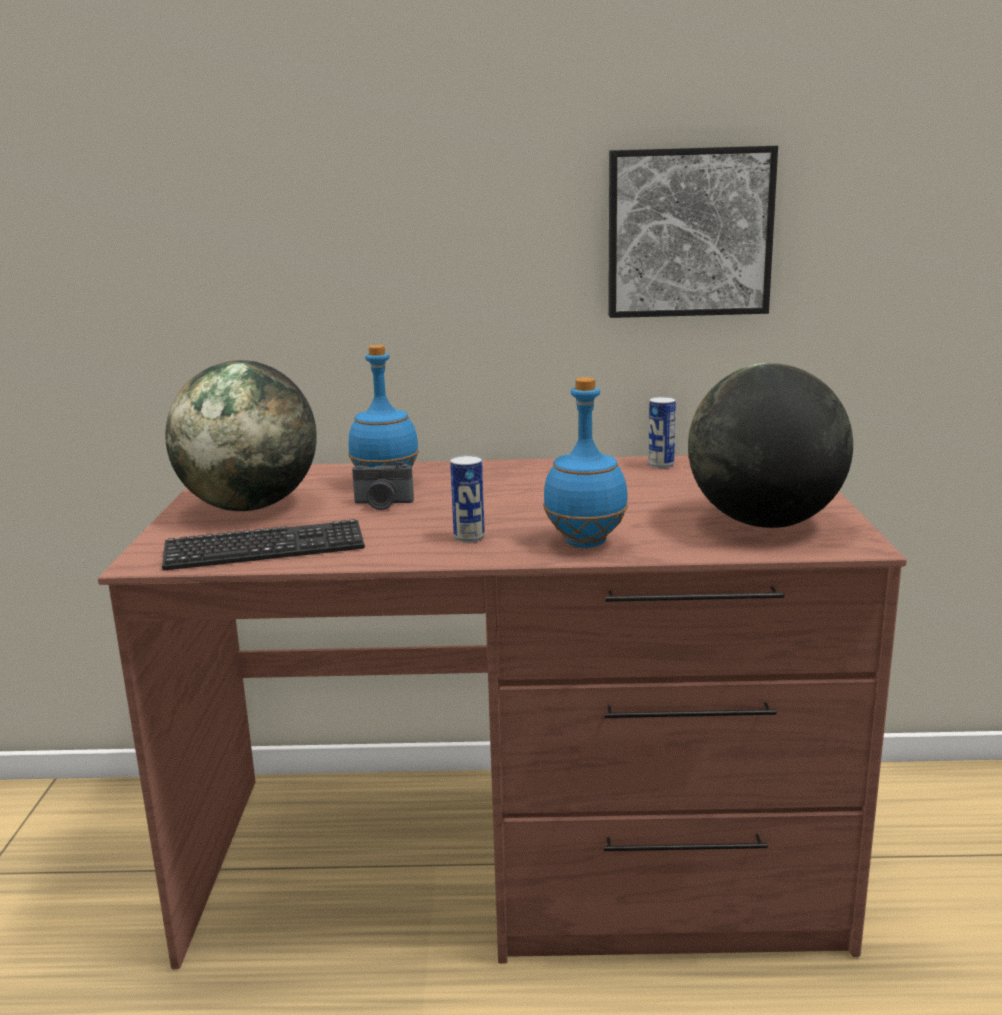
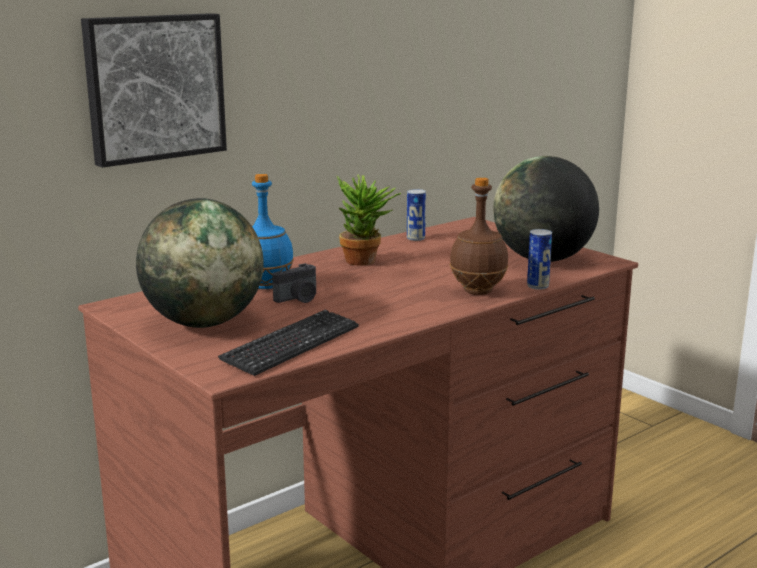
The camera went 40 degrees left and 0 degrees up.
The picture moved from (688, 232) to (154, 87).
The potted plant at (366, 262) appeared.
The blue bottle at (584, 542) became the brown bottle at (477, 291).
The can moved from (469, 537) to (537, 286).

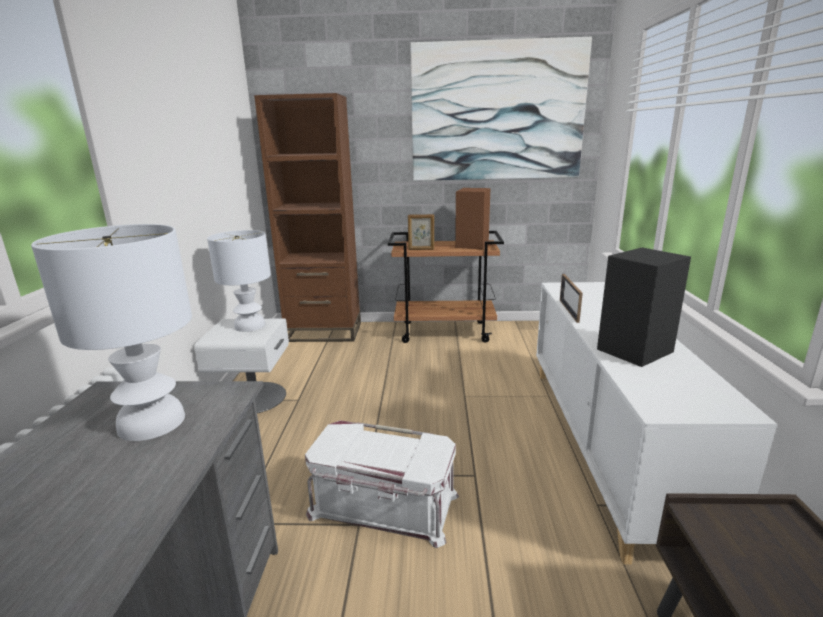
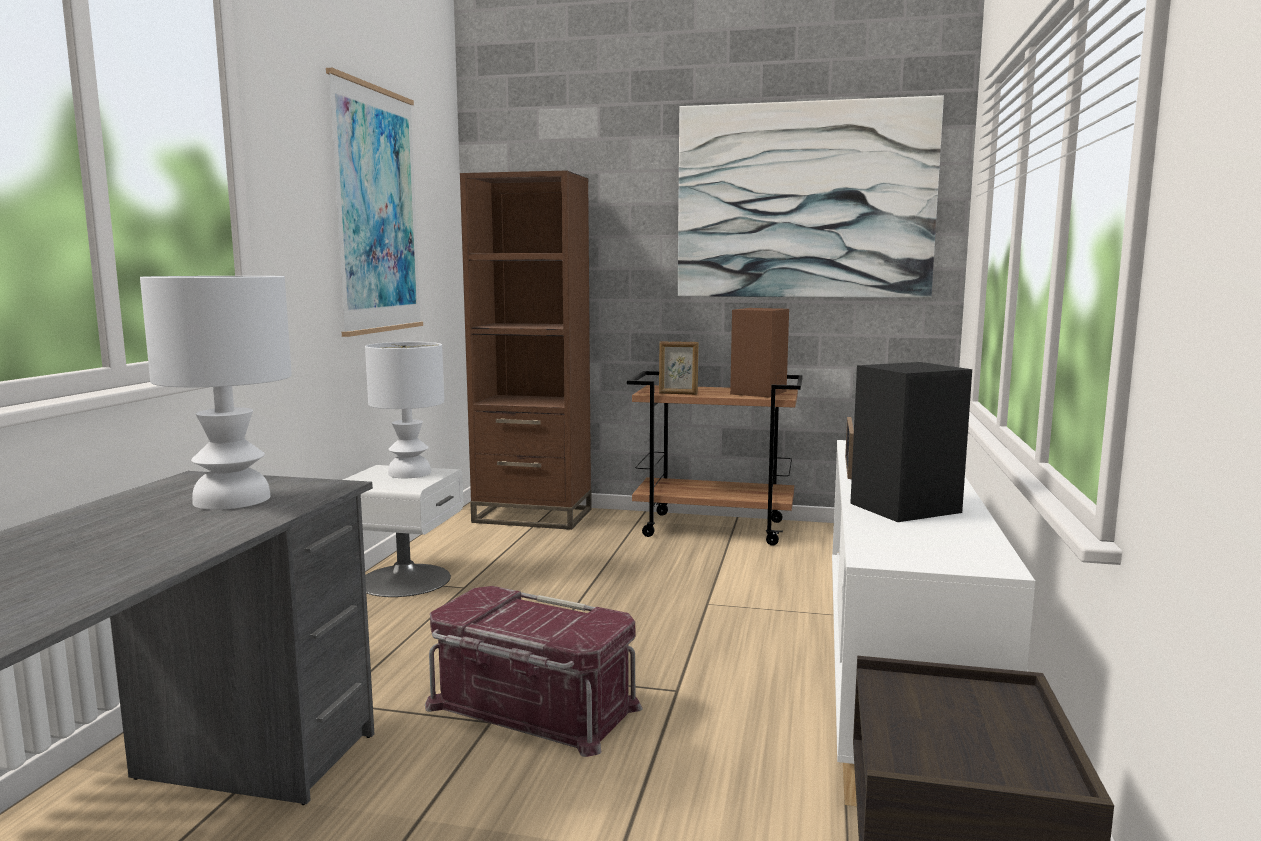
The camera went 10 degrees right and 10 degrees down.
The picture at (377, 211) appeared.
The white storage box at (383, 506) became the red storage box at (531, 707).

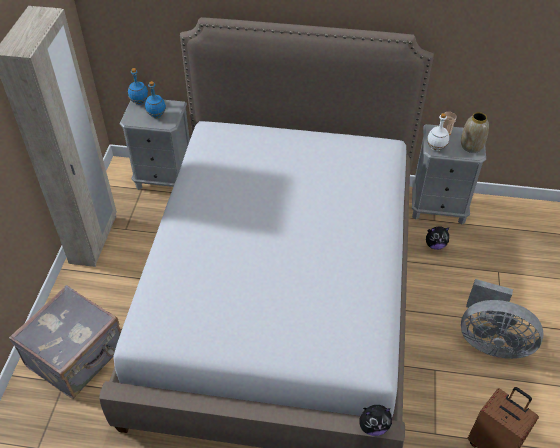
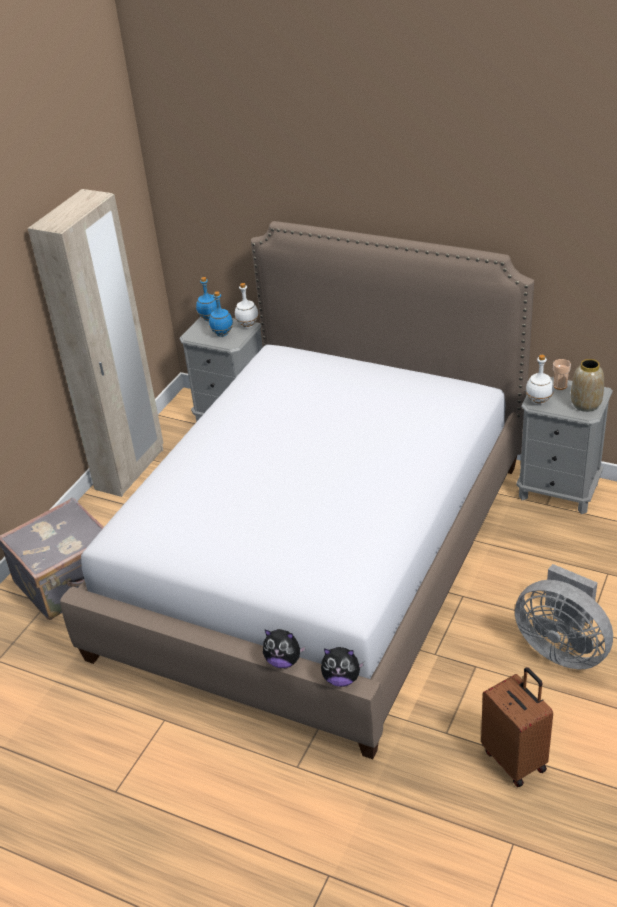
The camera went 20 degrees right and 10 degrees down.
The white bottle at (247, 325) appeared.
The plush toy moved from (435, 245) to (283, 661).

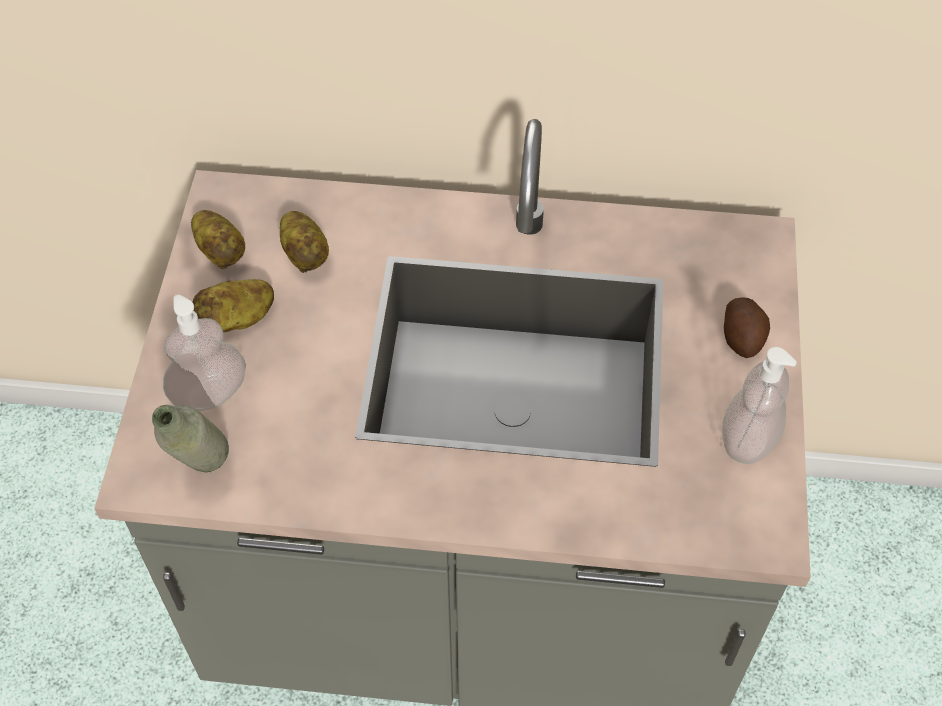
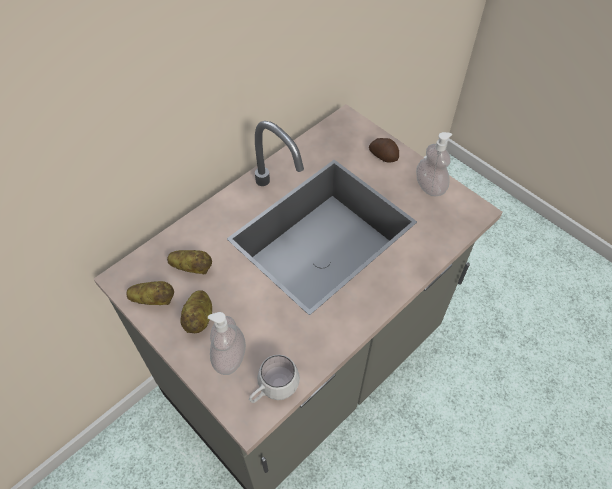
The camera went 50 degrees left and 0 degrees up.
The grey bottle at (204, 475) was replaced by the white mug at (273, 389).

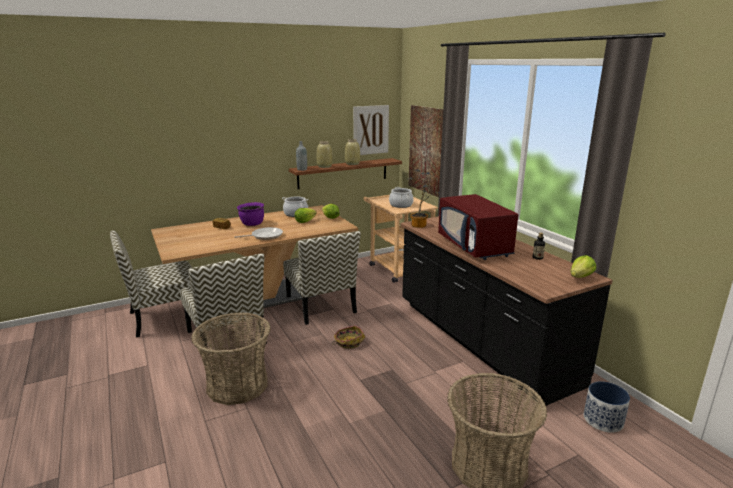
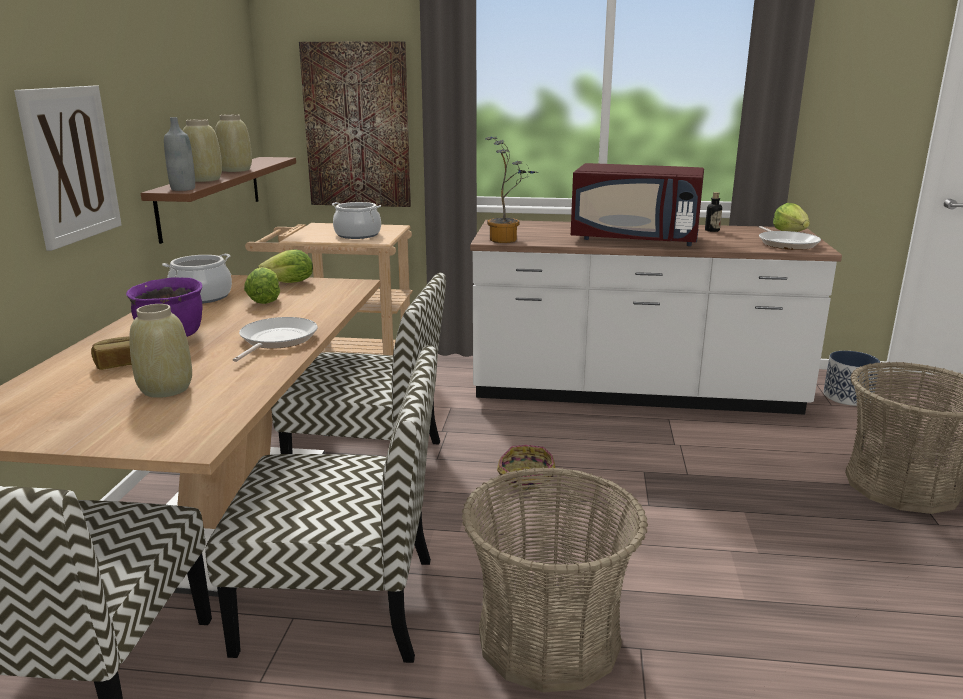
The camera went 55 degrees left and 0 degrees up.
The picture moved from (370, 130) to (71, 164).
The beige vase at (165, 389) appeared.
The black counter at (481, 341) became the white counter at (634, 392).
The frying pan at (786, 243) appeared.

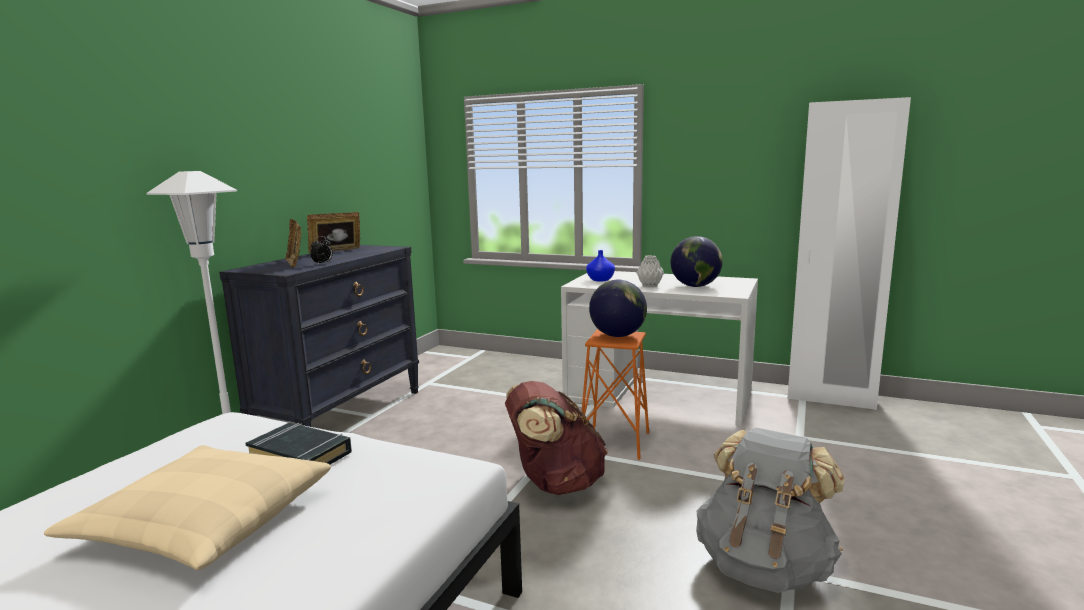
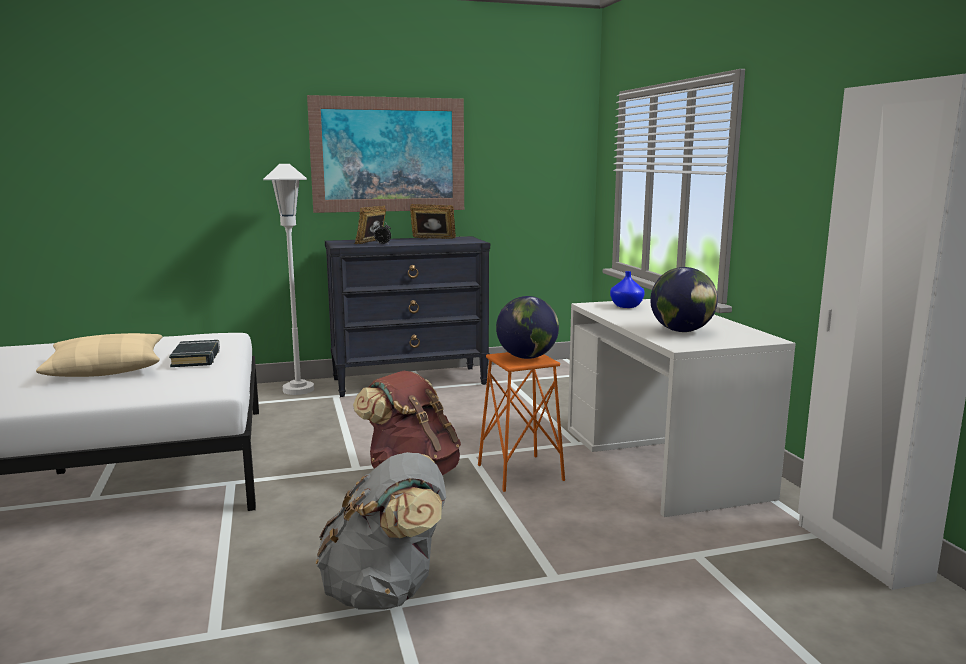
The camera went 50 degrees right and 0 degrees up.
The picture at (389, 155) appeared.
The grey vase at (649, 286) disappeared.

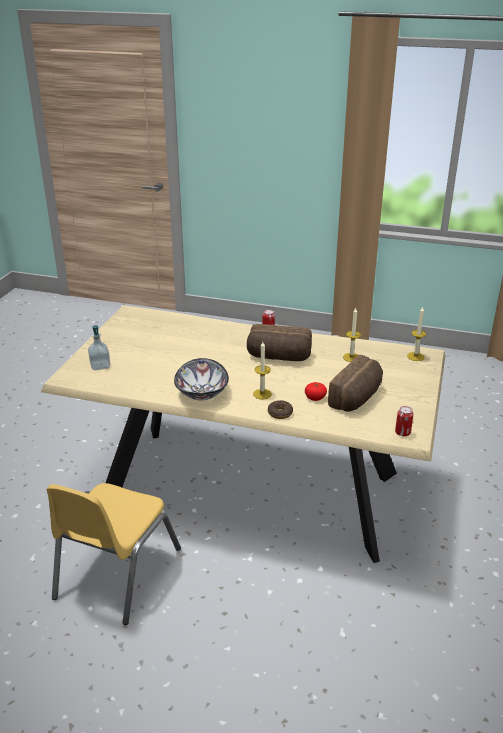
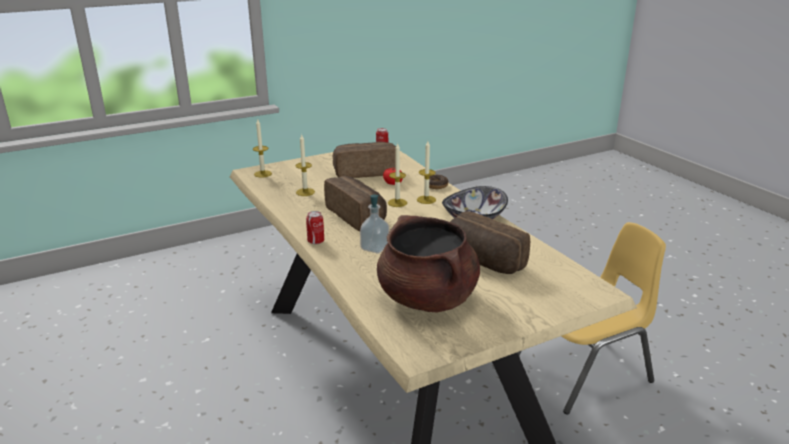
The camera went 135 degrees left and 5 degrees down.
The soap dispenser moved from (100, 366) to (374, 248).
The brown cooking pot at (428, 299) appeared.
The candle at (397, 203) appeared.
The bread at (482, 261) appeared.

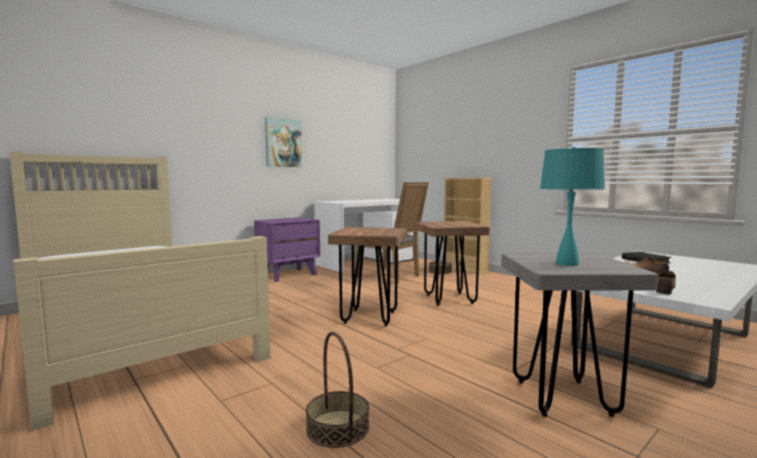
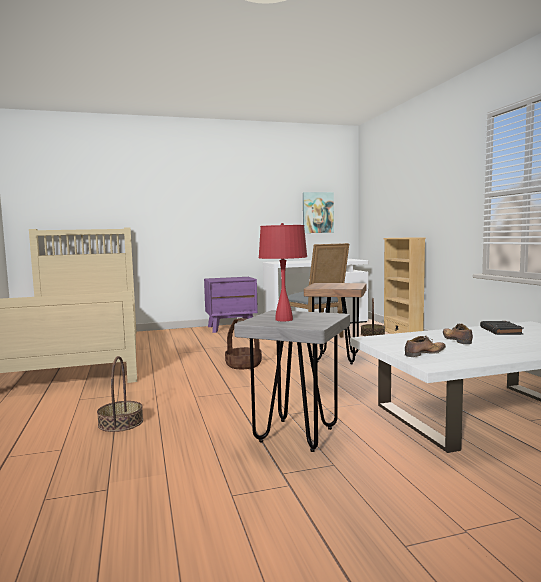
The camera went 25 degrees right and 0 degrees up.
The brown stool at (369, 318) was replaced by the basket at (243, 365).
The turquoise table lamp at (566, 264) became the red table lamp at (283, 319).
The picture moved from (283, 143) to (317, 212).

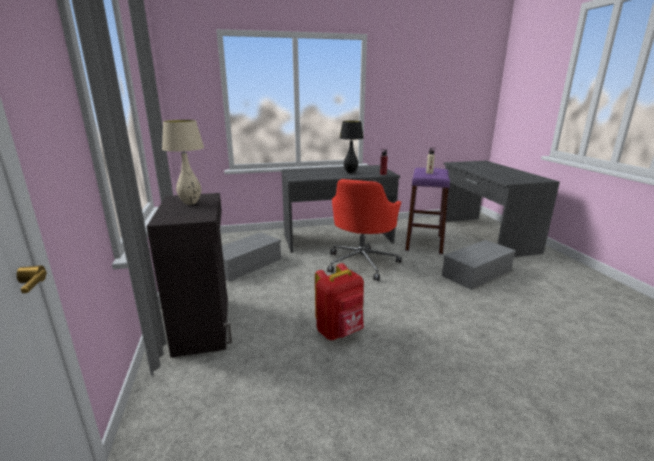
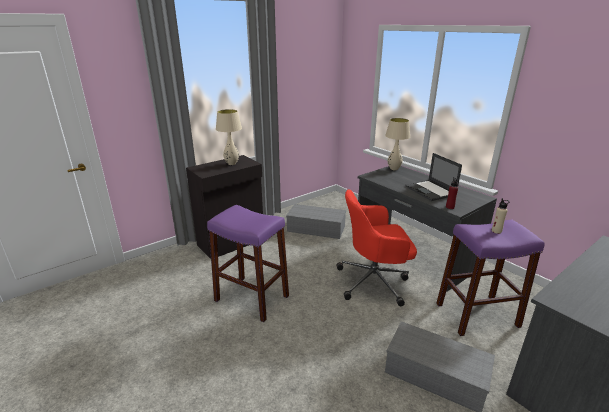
The camera went 65 degrees right and 5 degrees up.
The red backpack at (340, 332) was replaced by the purple stool at (252, 298).
The beige table lamp at (394, 169) appeared.
The black table lamp at (350, 172) was replaced by the laptop at (431, 191).

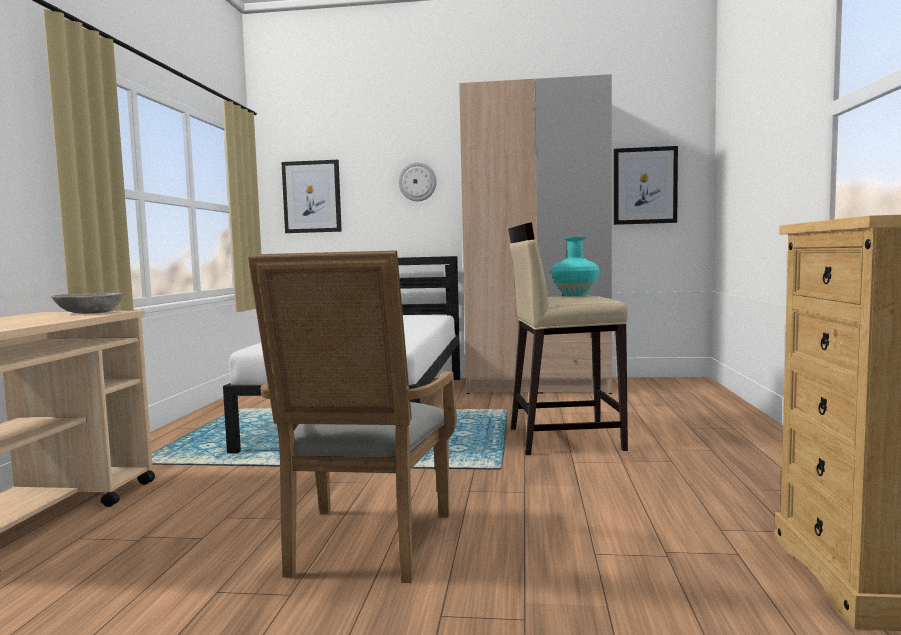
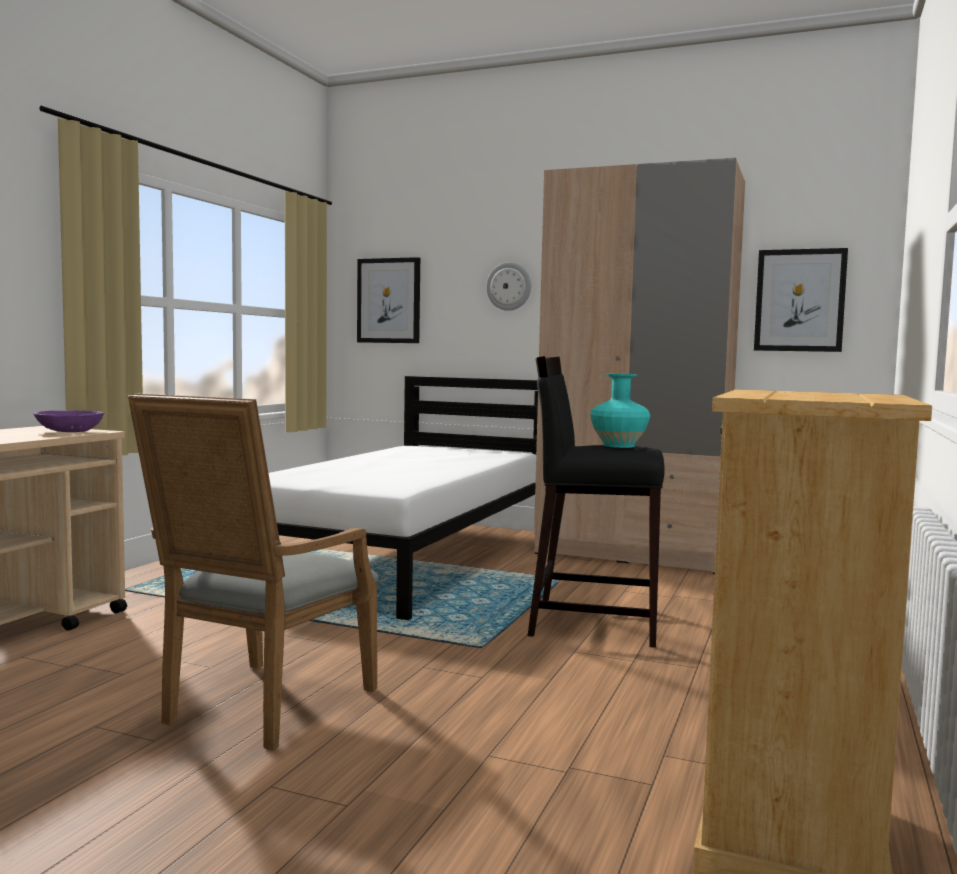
The camera went 15 degrees right and 0 degrees up.
The grey bowl at (89, 313) became the purple bowl at (68, 431).
The beige stool at (563, 438) became the black stool at (593, 622).

